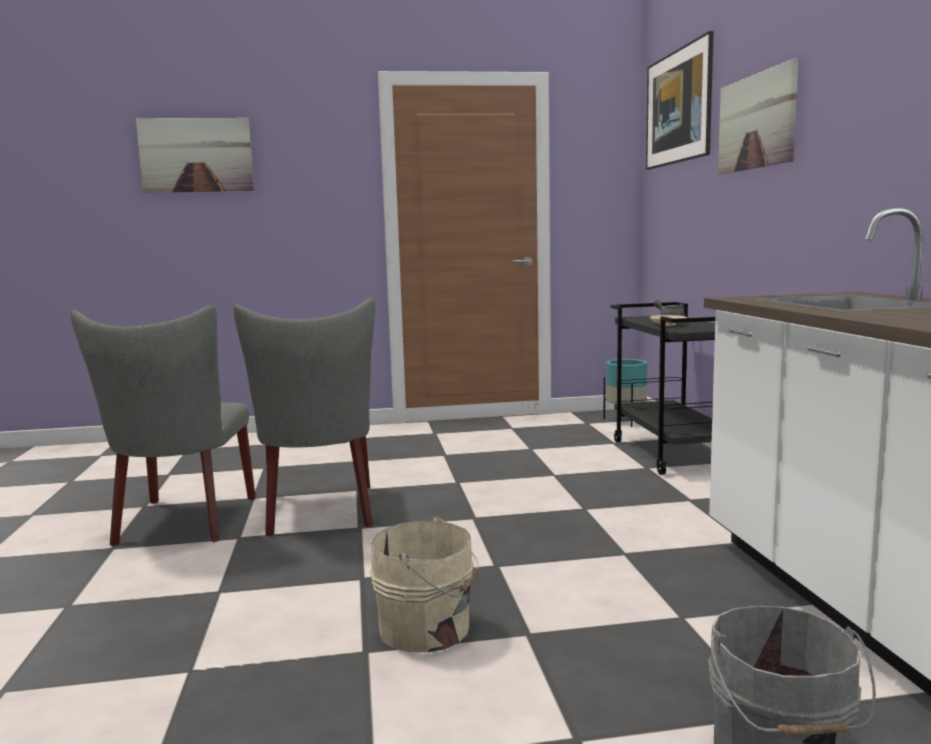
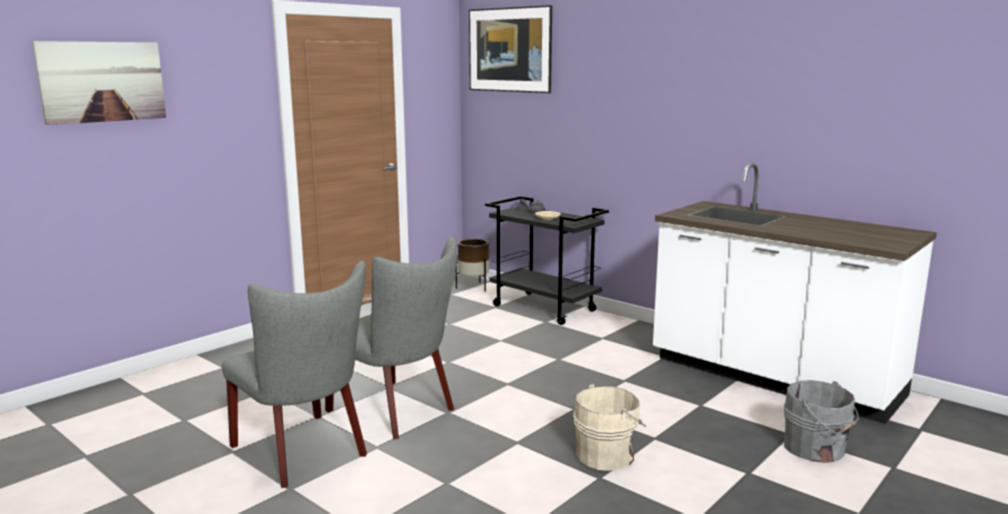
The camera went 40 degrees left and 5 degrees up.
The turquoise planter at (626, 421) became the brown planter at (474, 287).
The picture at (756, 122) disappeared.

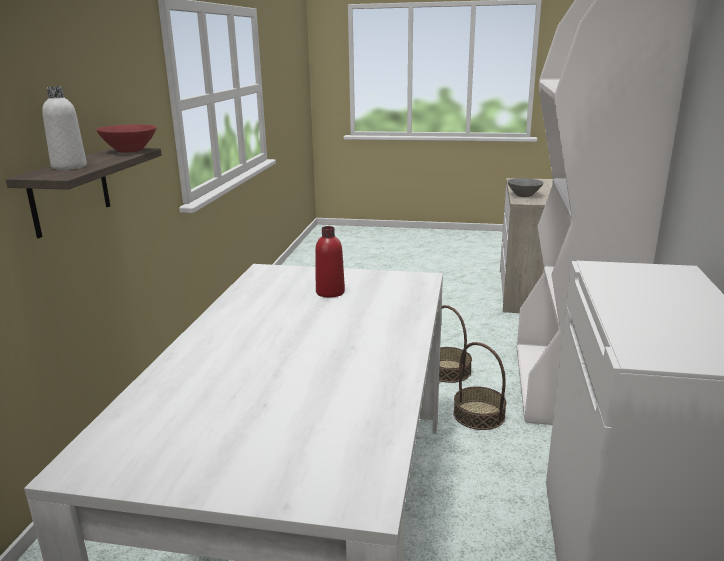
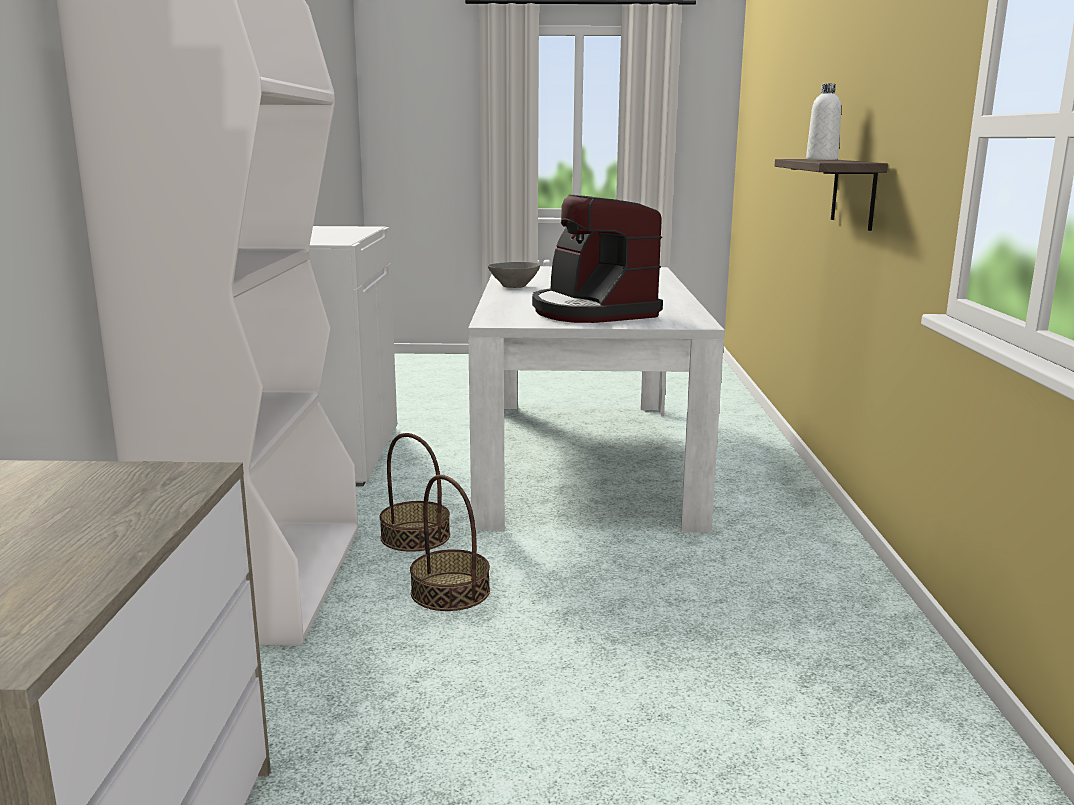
The camera went 170 degrees right and 5 degrees down.
The grey bowl moved from (524, 196) to (513, 286).
The red bottle at (330, 292) was replaced by the coffee machine at (592, 312).
The red bowl at (130, 151) disappeared.

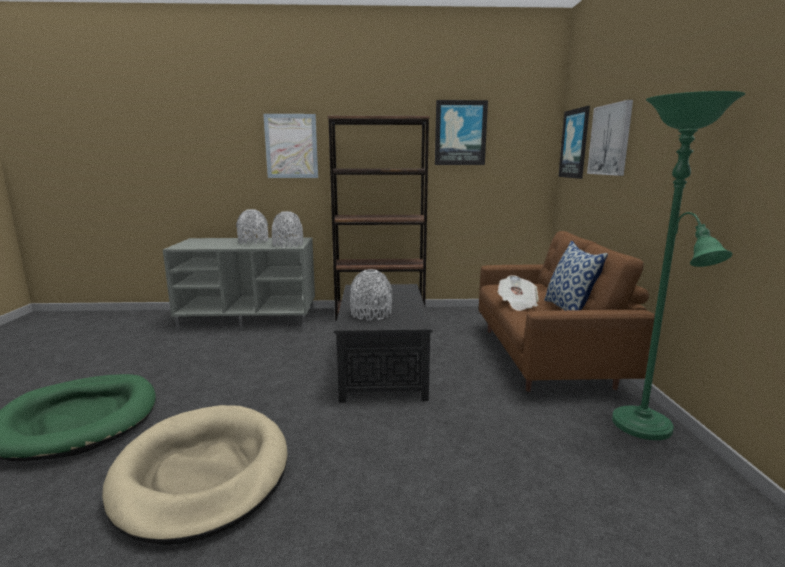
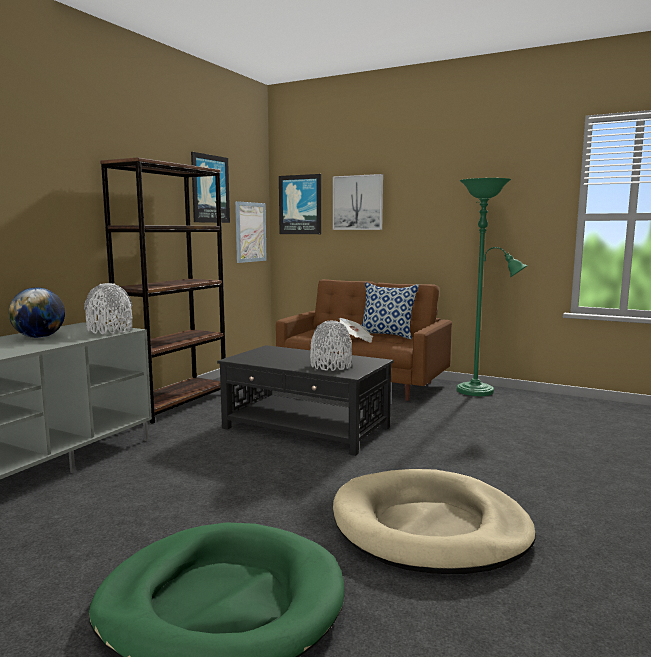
The camera went 60 degrees left and 5 degrees down.
The grey vase at (253, 242) was replaced by the globe at (39, 337).
The picture moved from (291, 146) to (250, 232).

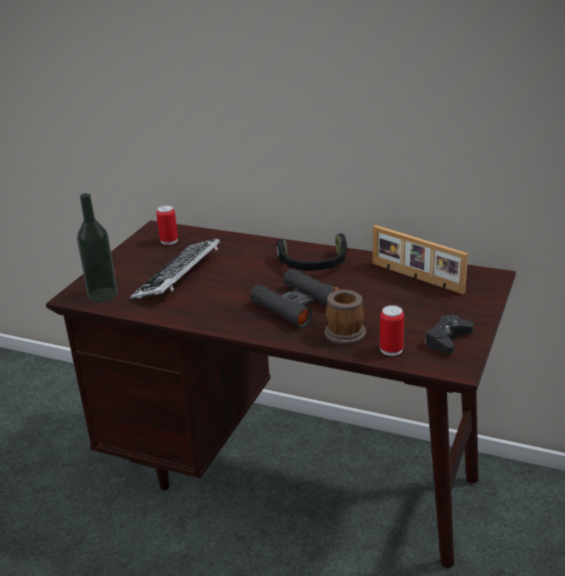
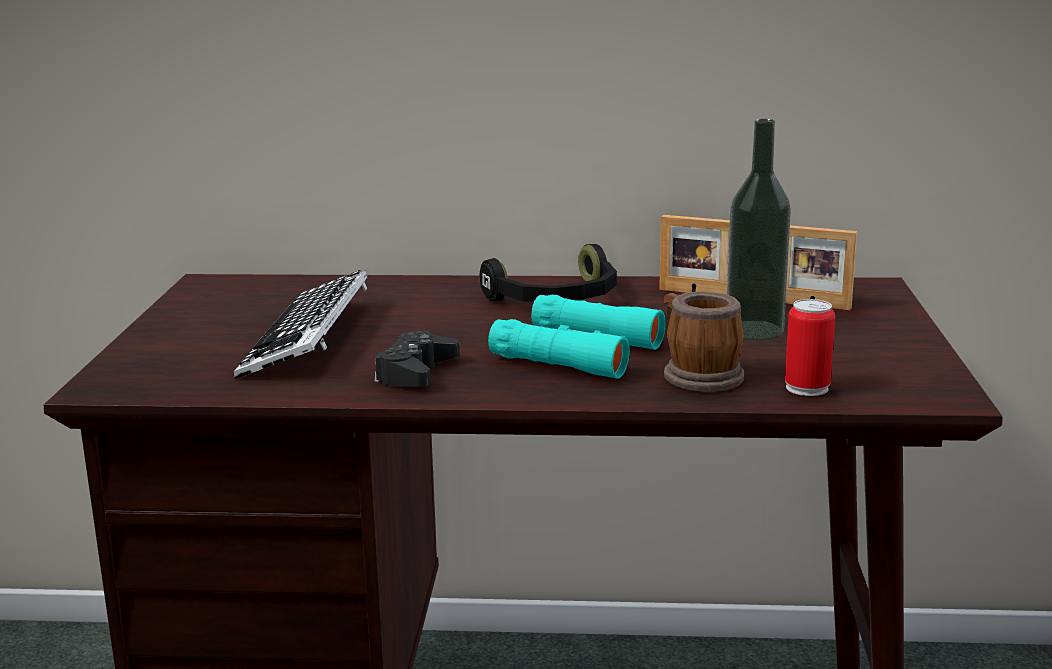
The camera went 20 degrees left and 10 degrees down.
The black game controller moved from (447, 340) to (416, 372).
The black binoculars at (297, 305) became the turquoise binoculars at (577, 352).
The bottle moved from (103, 294) to (754, 330).
The can at (169, 240) disappeared.

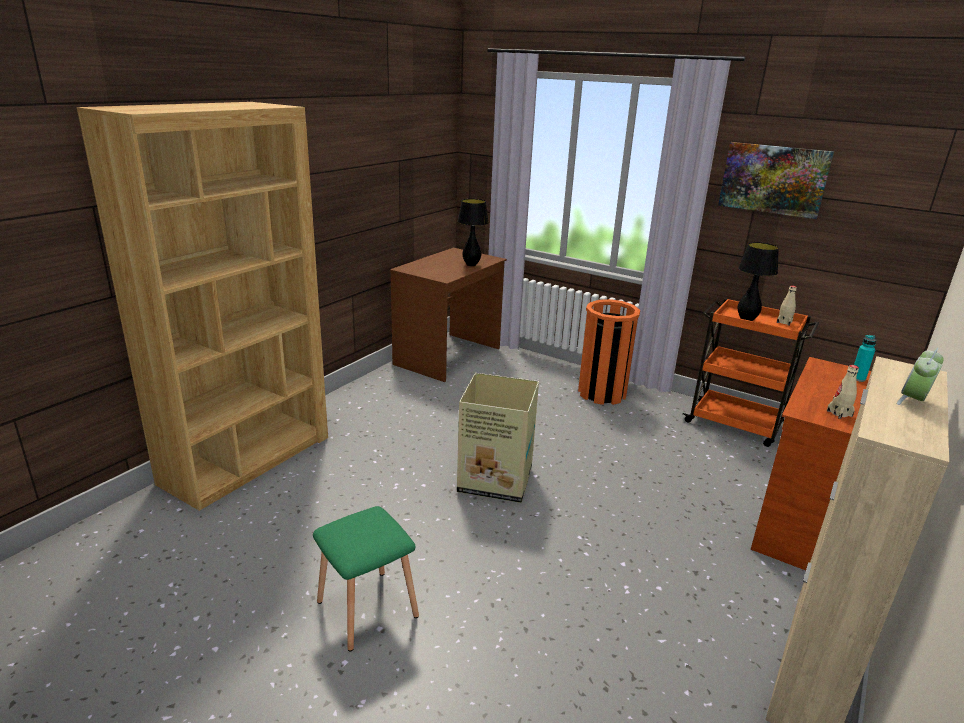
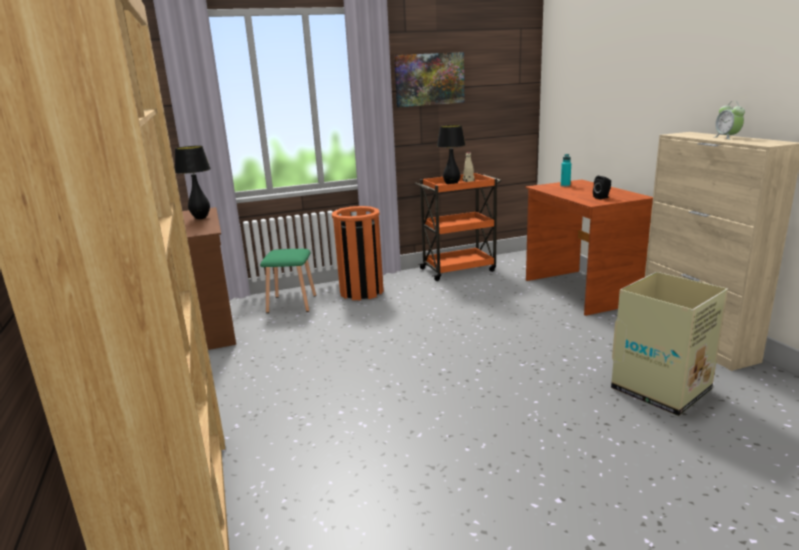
The camera went 50 degrees left and 5 degrees down.
The green stool moved from (366, 610) to (292, 304).
The beige bottle at (839, 413) was replaced by the black speaker at (602, 197).
The cardboard box moved from (496, 480) to (662, 389).

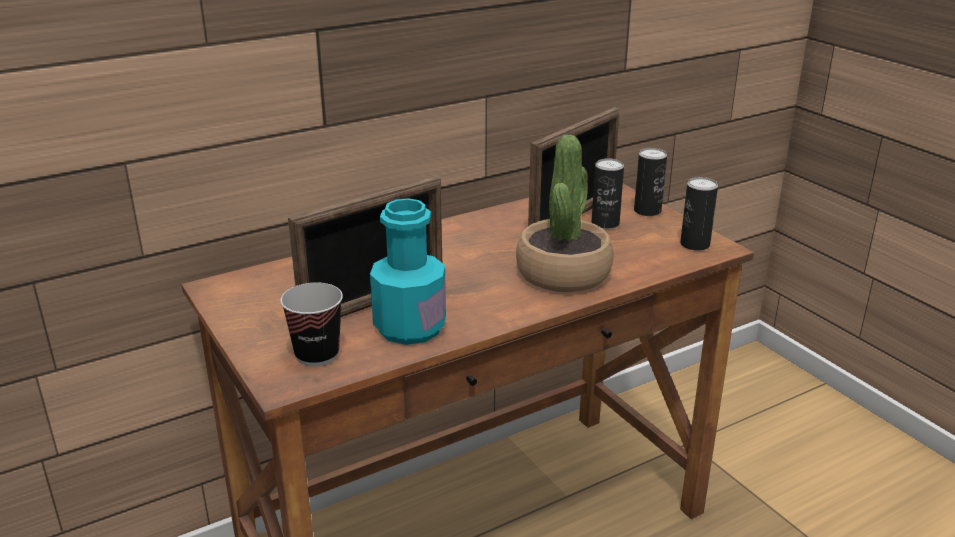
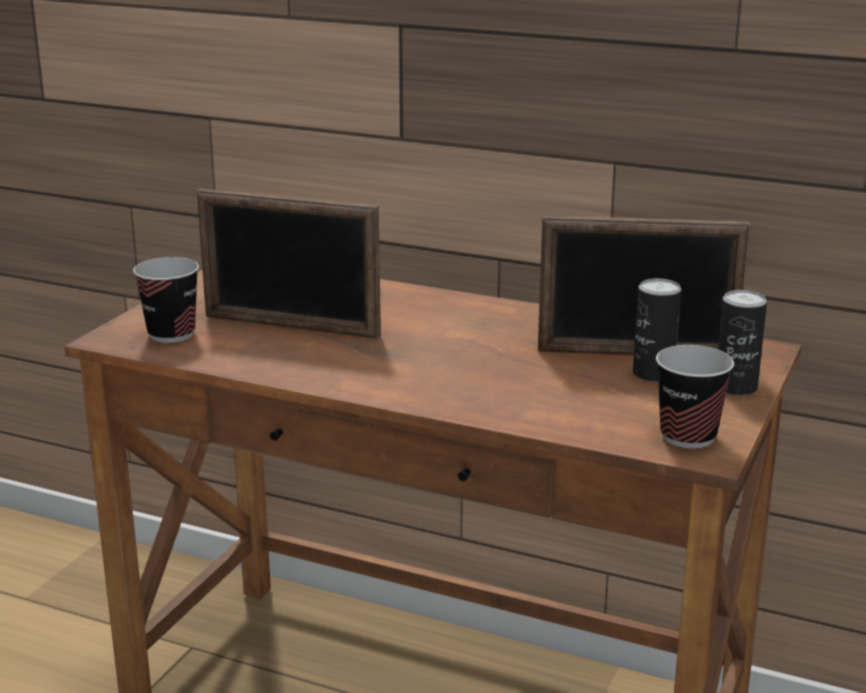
The camera went 55 degrees right and 5 degrees down.
The can at (695, 244) was replaced by the cup at (688, 436).
The turquoise bottle at (410, 327) disappeared.
The potted plant at (563, 273) disappeared.

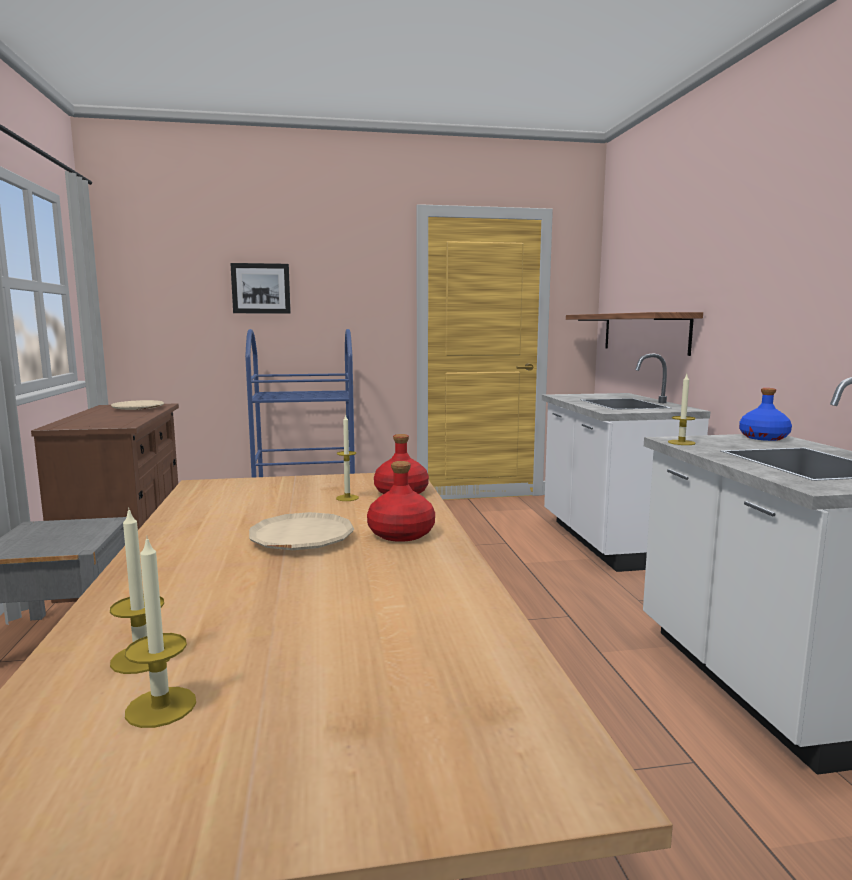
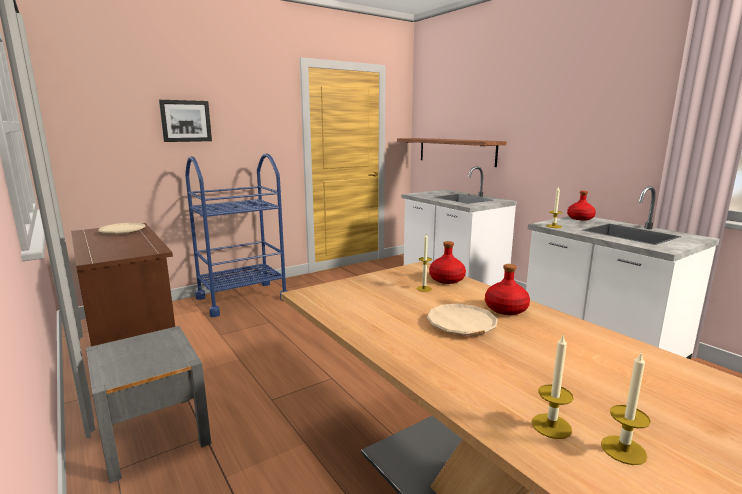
The camera went 25 degrees left and 5 degrees up.
The blue bottle at (763, 438) became the red bottle at (580, 218).

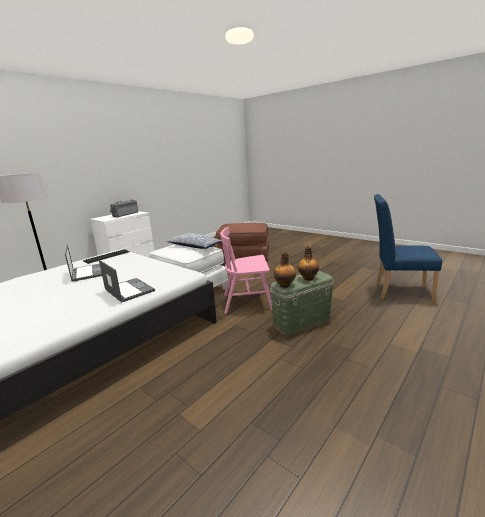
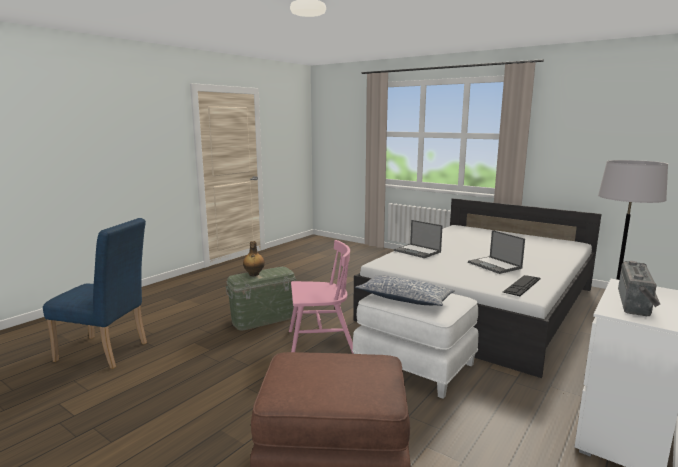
The camera went 175 degrees right and 5 degrees down.
The bottle at (285, 285) disappeared.

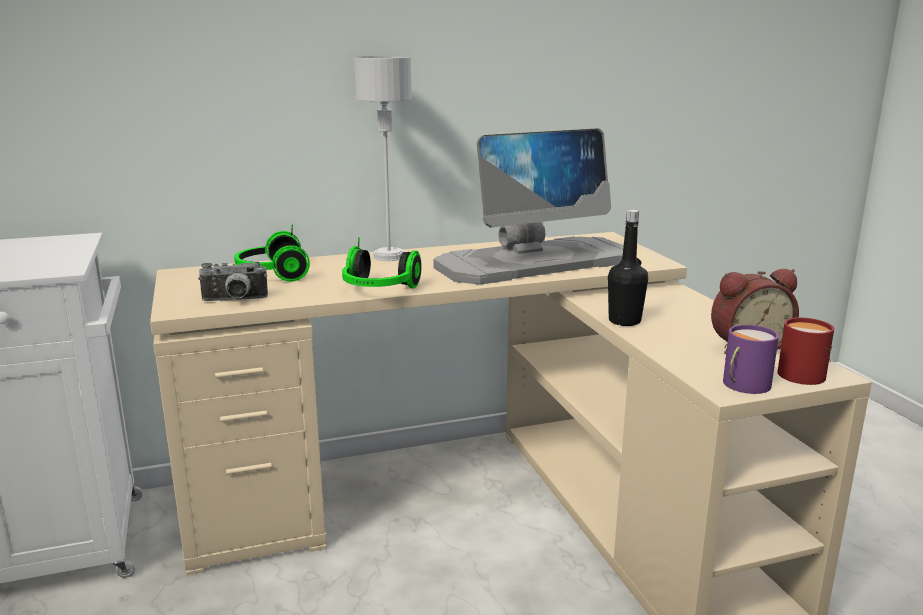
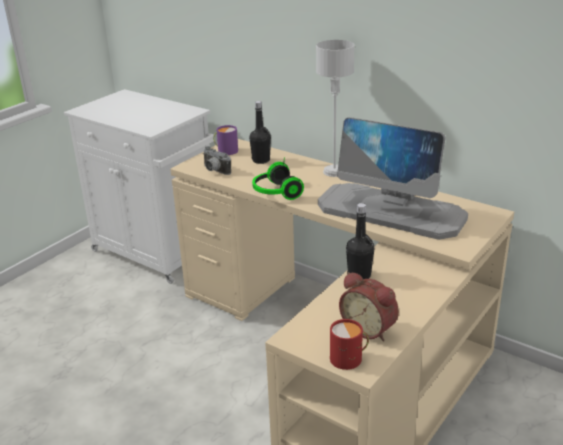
The camera went 55 degrees right and 10 degrees up.
The purple mug moved from (742, 385) to (226, 150).
The headphones at (271, 274) was replaced by the black bottle at (261, 160).

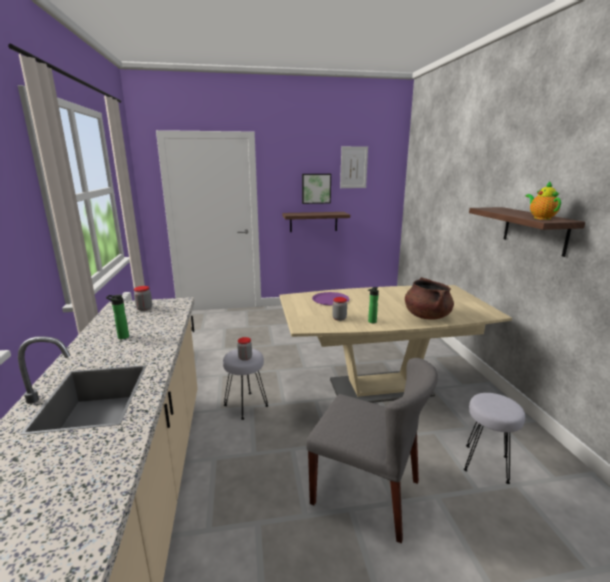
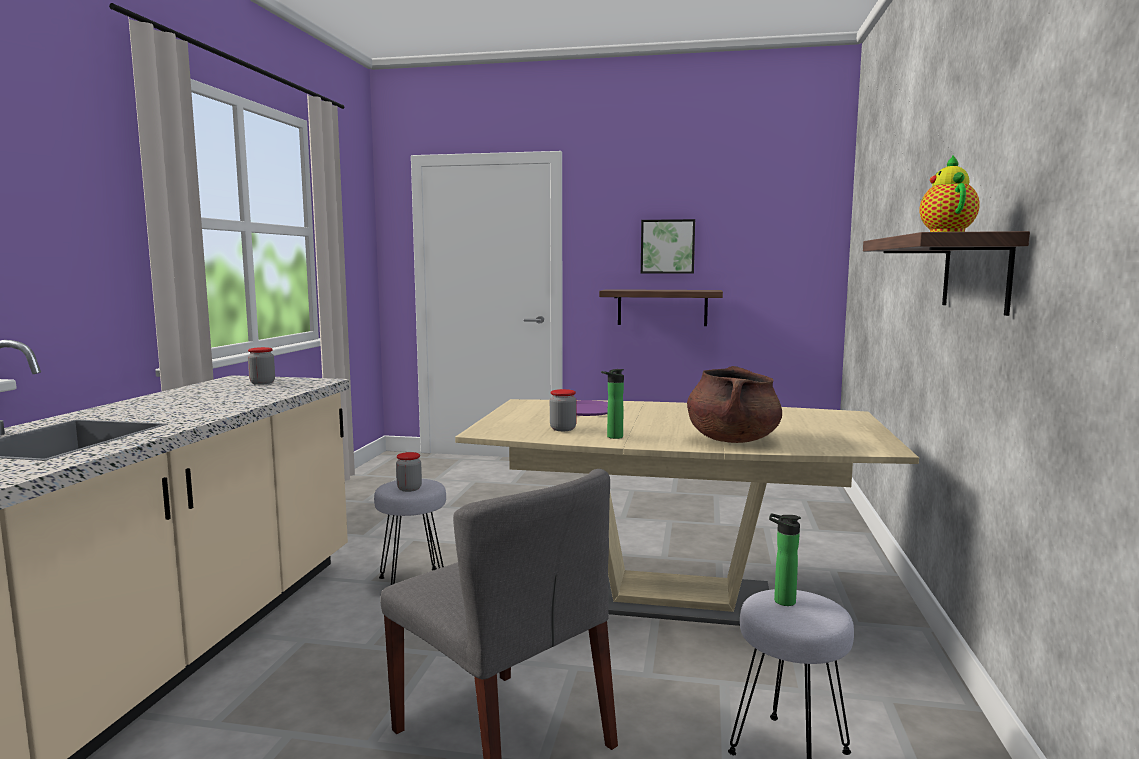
The camera went 20 degrees right and 10 degrees down.
The bottle moved from (121, 337) to (781, 601).
The picture at (353, 167) disappeared.

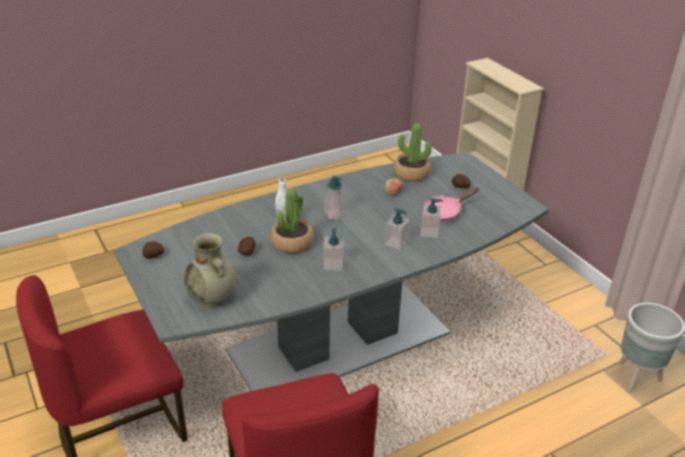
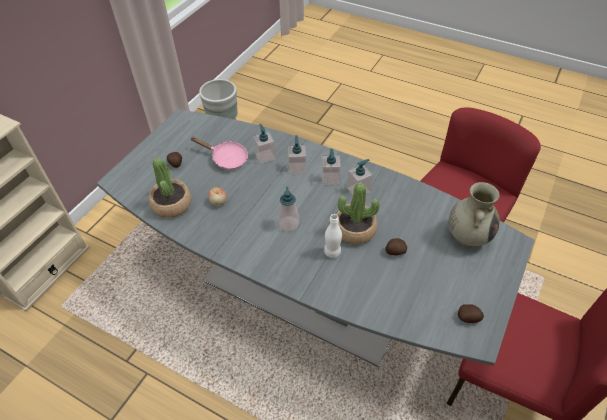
The camera went 120 degrees left and 15 degrees up.
The soap dispenser at (330, 179) appeared.

